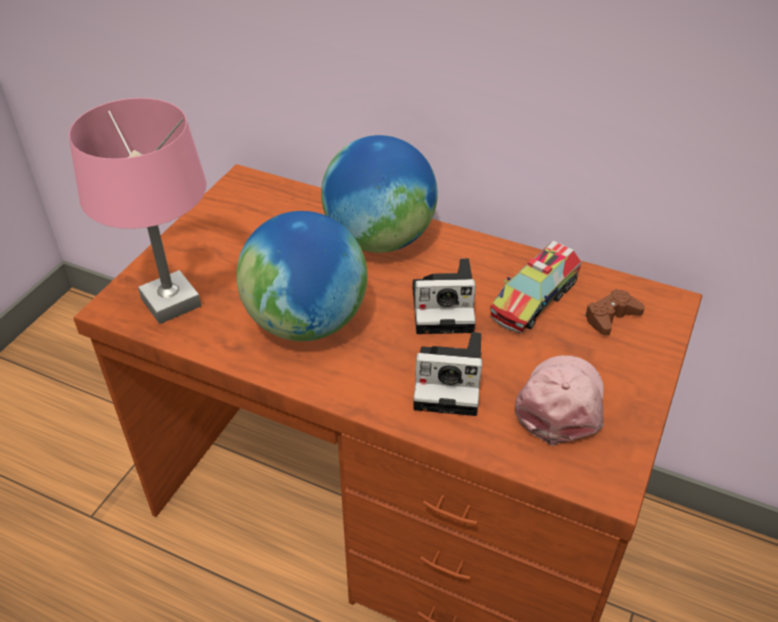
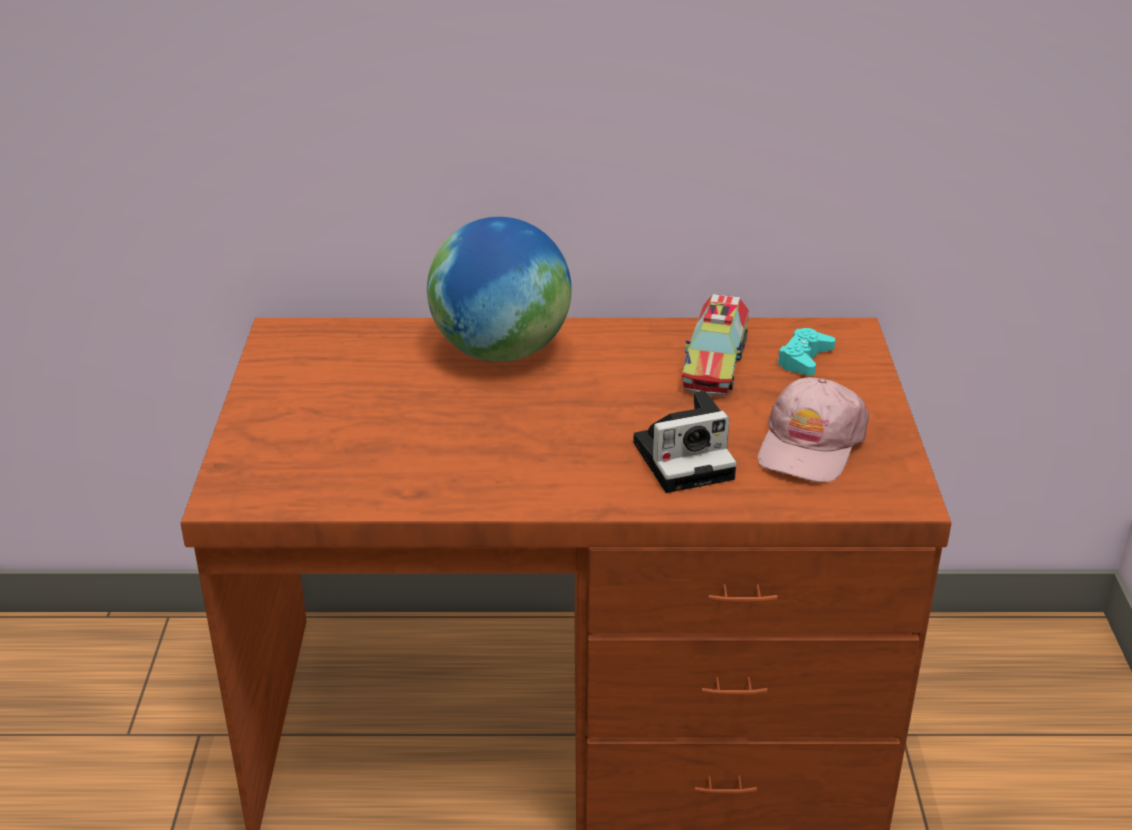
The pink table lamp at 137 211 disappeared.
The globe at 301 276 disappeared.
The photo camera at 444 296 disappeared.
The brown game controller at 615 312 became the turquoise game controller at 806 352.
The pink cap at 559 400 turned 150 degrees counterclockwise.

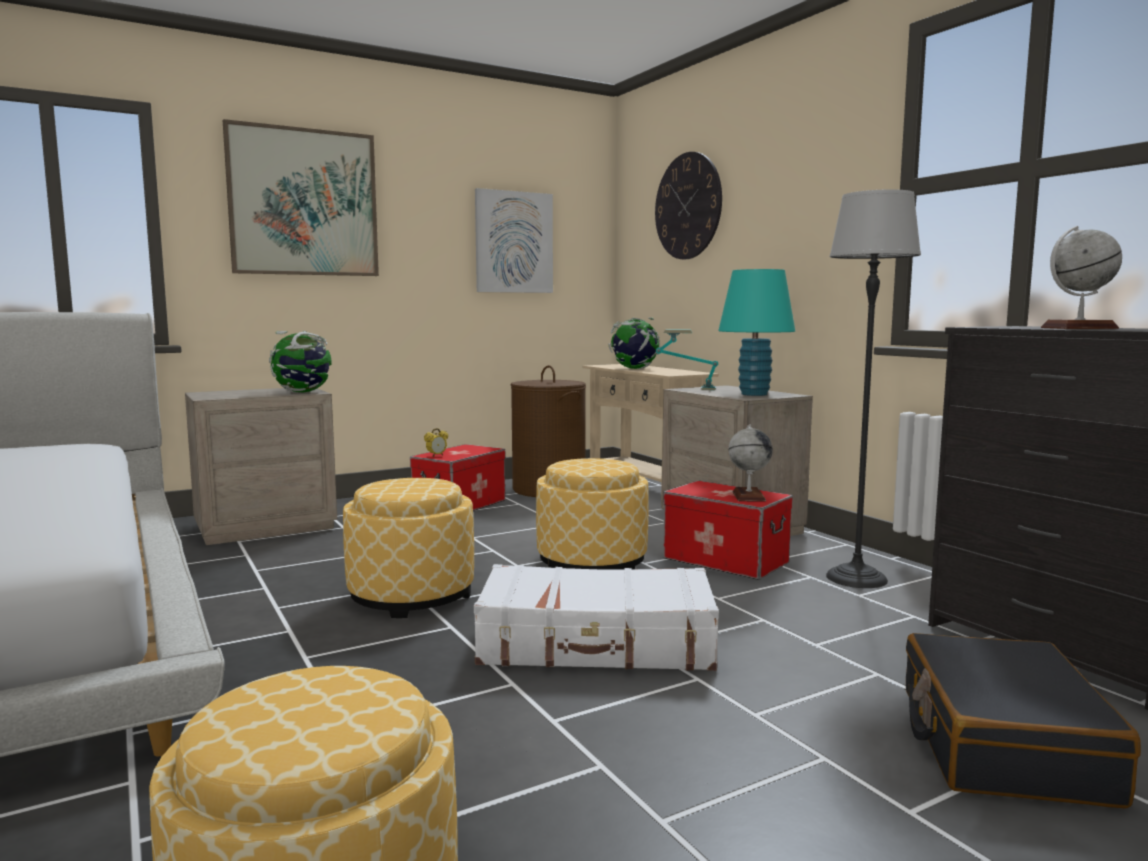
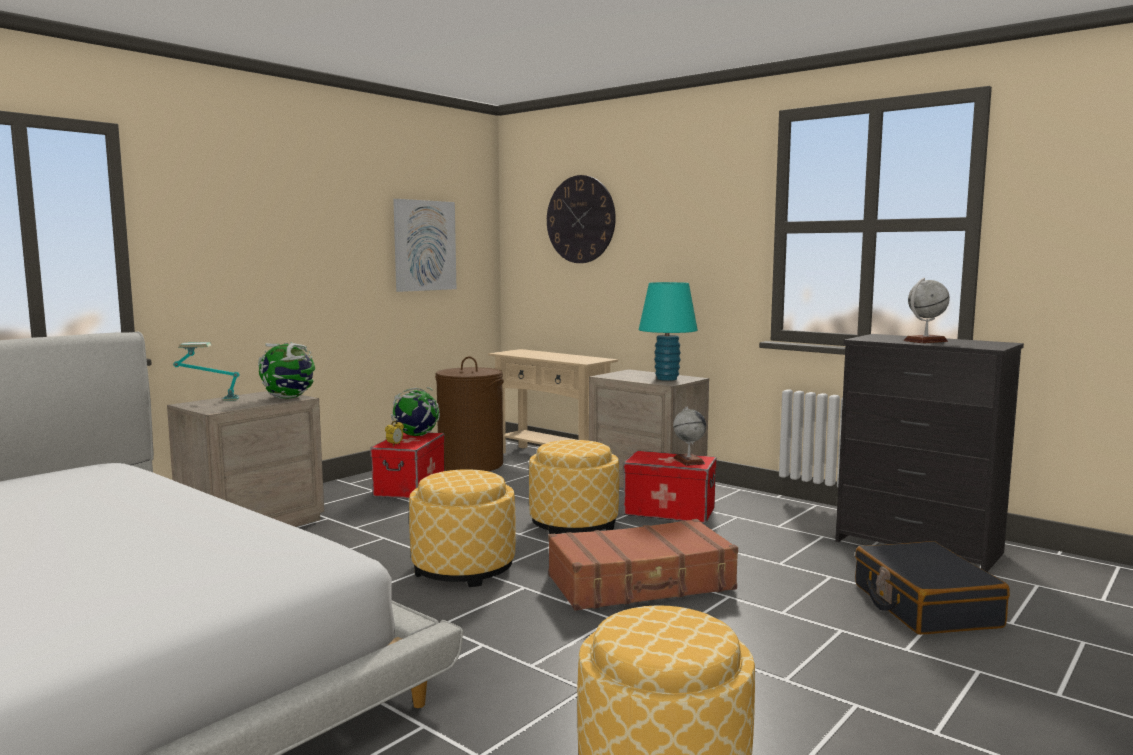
The picture at 301 197 disappeared.
The floor lamp at 873 388 disappeared.
The globe moved from 634 343 to 415 411.
The table lamp moved from 687 359 to 206 371.
The white suitcase at 596 617 became the brown suitcase at 643 565.

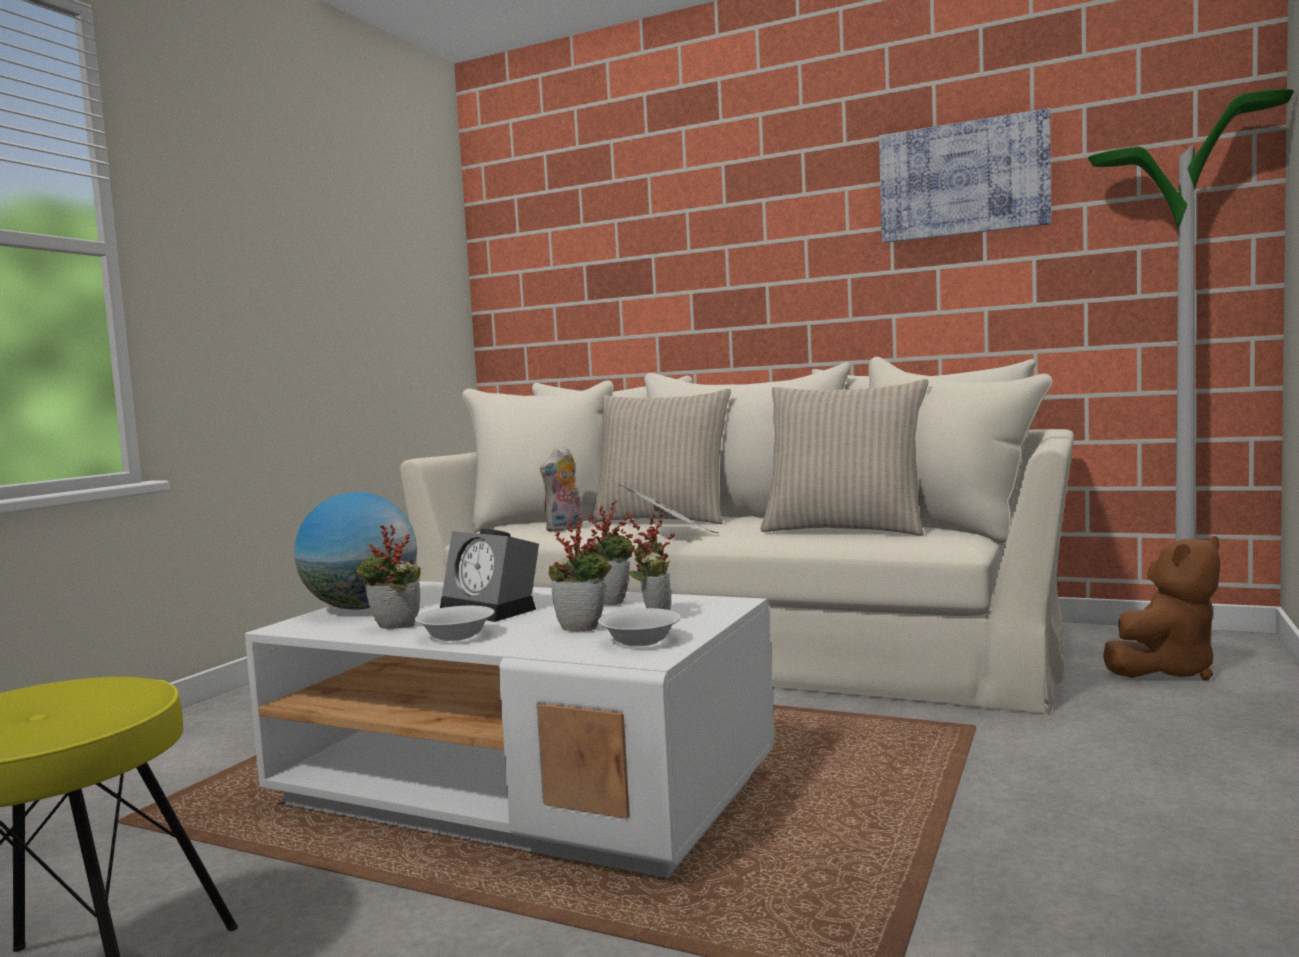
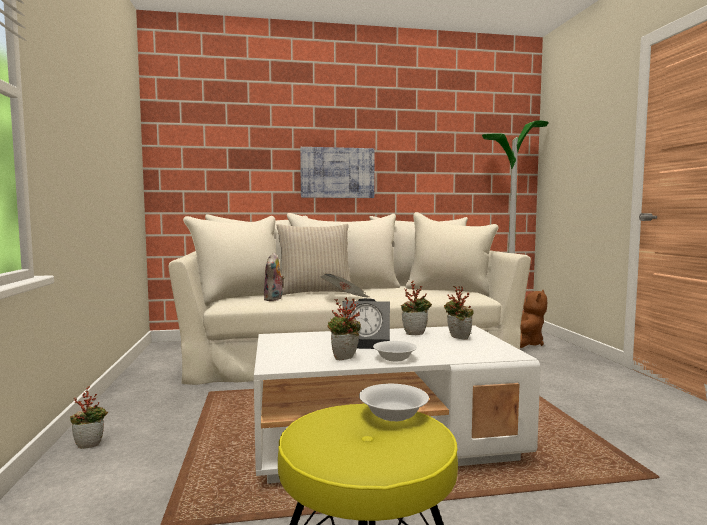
The globe at 355 551 disappeared.
The beige pillow at 844 457 disappeared.
The potted plant moved from 580 572 to 89 417.
The white bowl moved from 639 627 to 394 402.
The picture moved from 965 175 to 337 172.

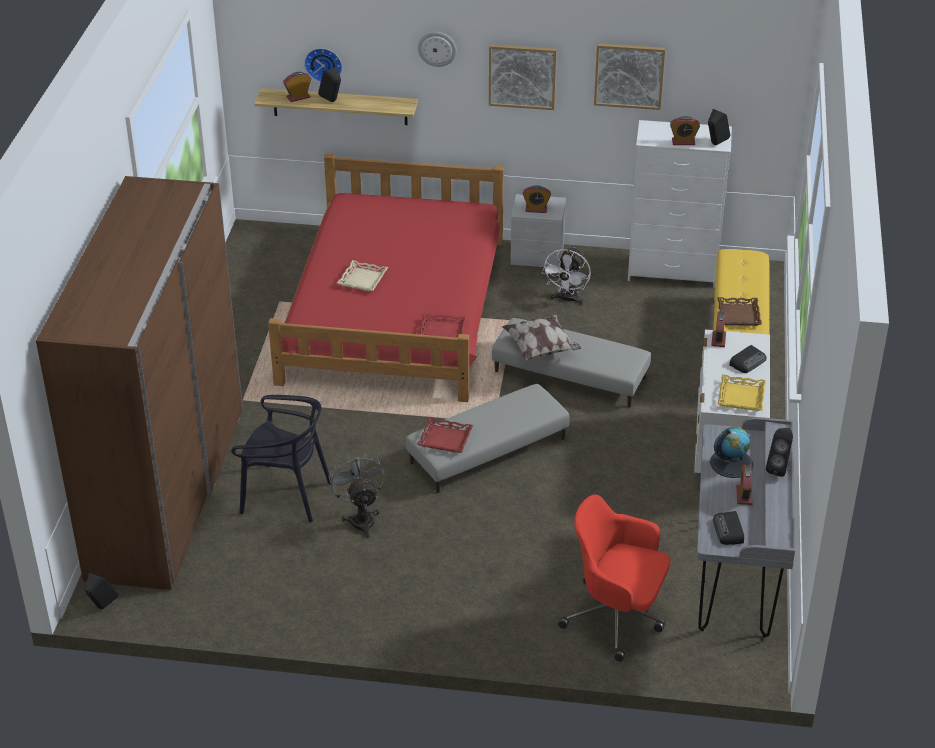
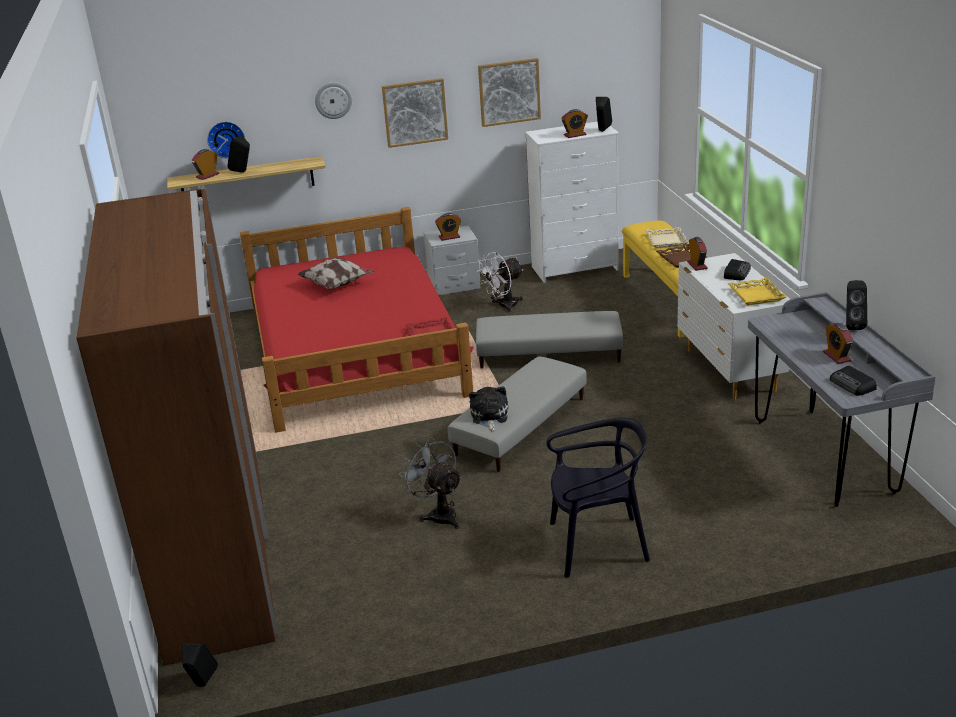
The red office chair at 614 578 disappeared.
The globe at 731 452 disappeared.
The black chair moved from 281 458 to 598 498.
The beige tray moved from 362 276 to 666 237.
The pillow moved from 541 337 to 335 274.
The red tray at 445 435 was replaced by the plush toy at 488 409.
The white fan at 566 276 turned 60 degrees clockwise.

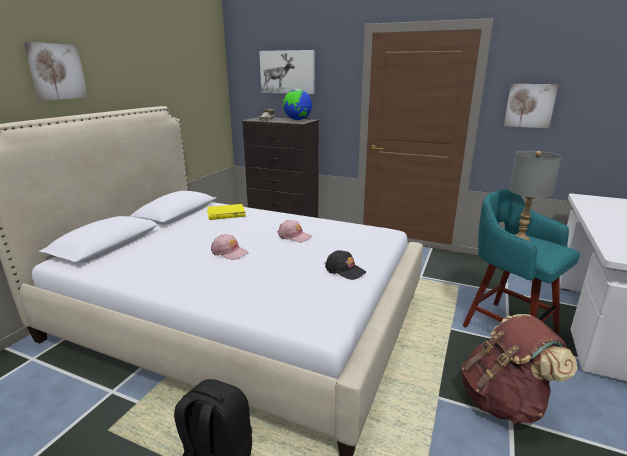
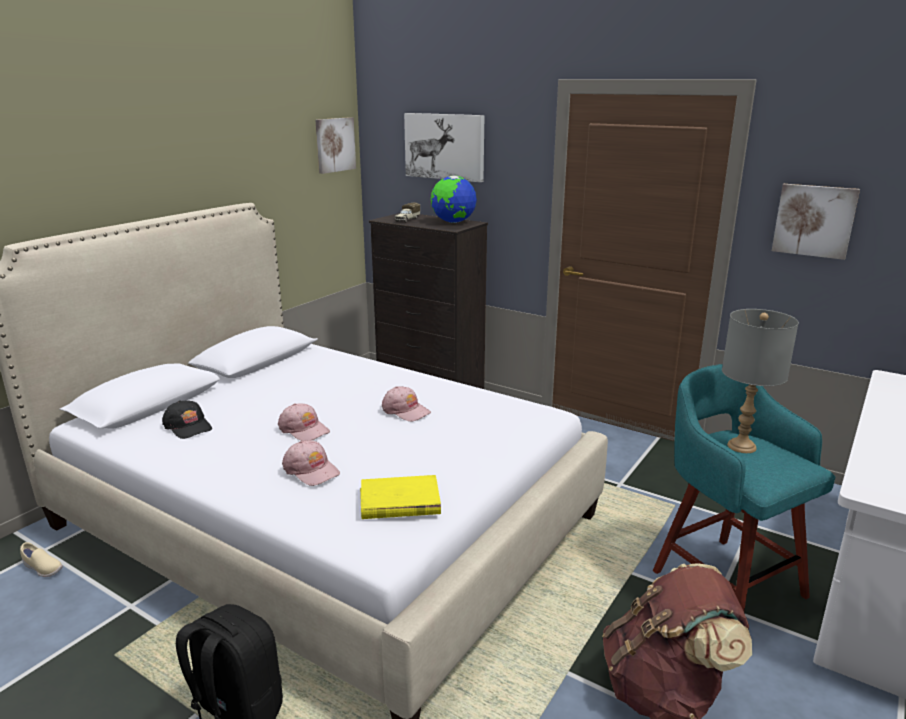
The beige shoe at 41 559 appeared.
The pink cap at 311 463 appeared.
The picture moved from 56 71 to 335 145.
The yellow book moved from 226 212 to 400 497.
The black cap moved from 345 265 to 187 420.

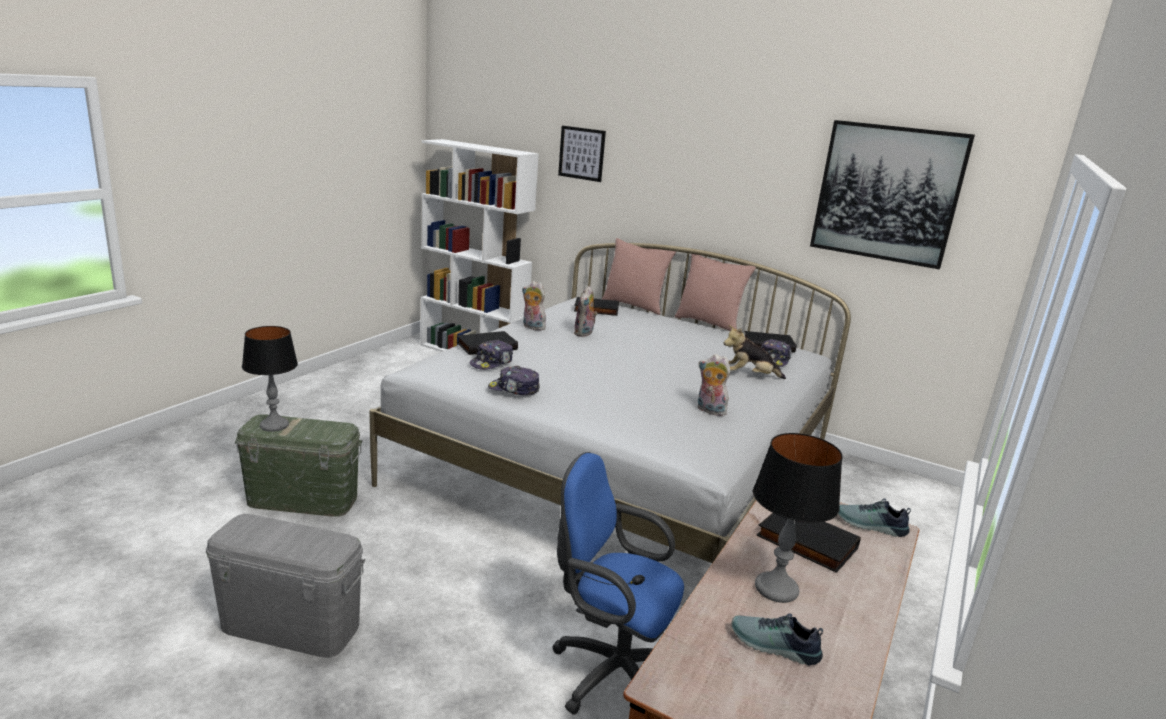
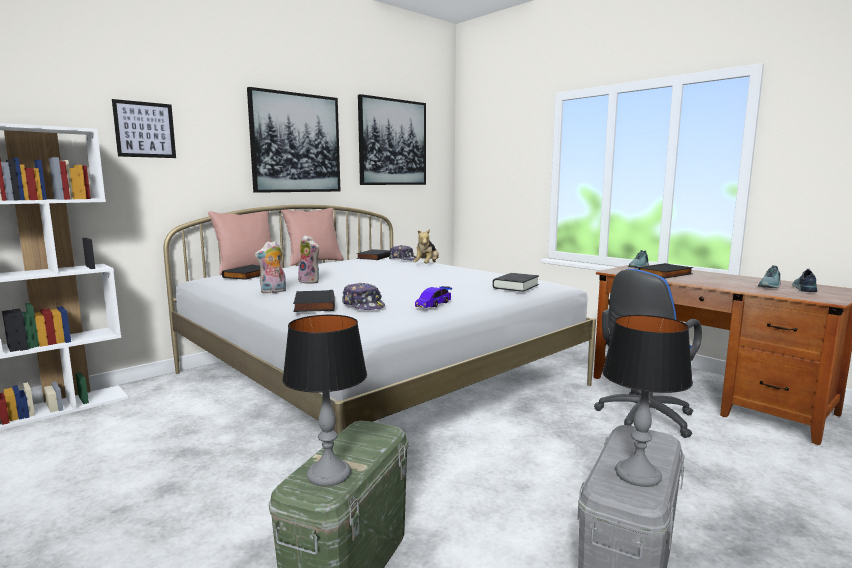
The plush toy at 714 385 disappeared.
The picture at 293 140 appeared.
The black book at 515 282 appeared.
The shoe at 804 280 appeared.
The table lamp moved from 798 518 to 648 401.
The cap at 514 380 was replaced by the toy car at 433 297.

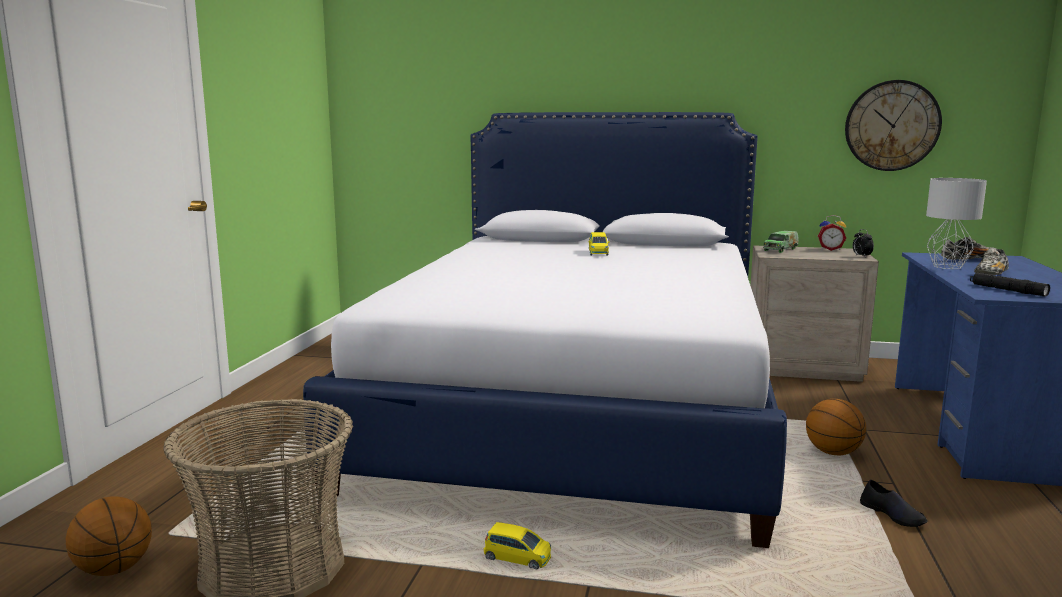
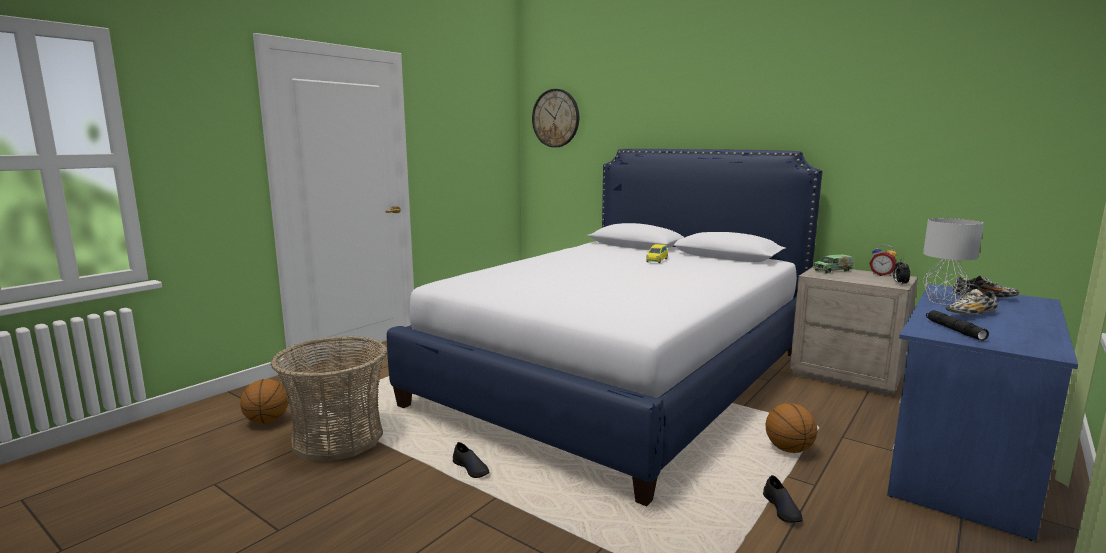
The wall clock moved from 893 125 to 555 118.
The yellow toy car at 517 546 was replaced by the black shoe at 471 460.

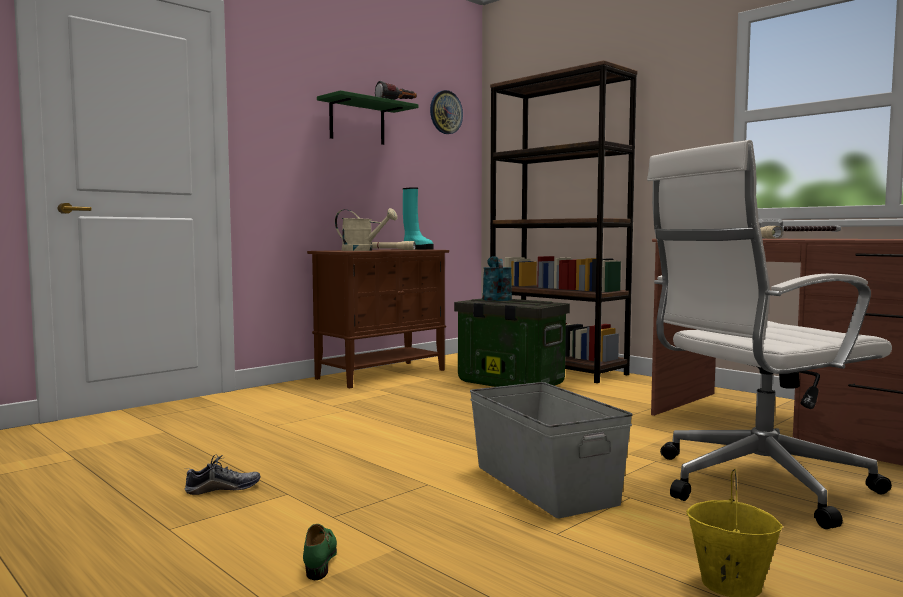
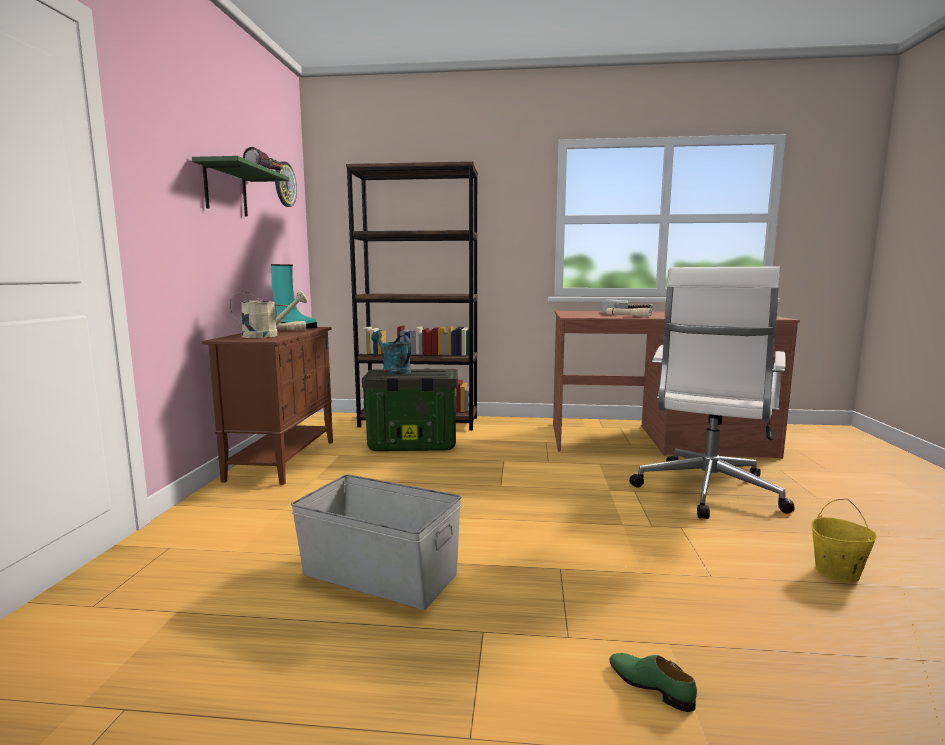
The shoe at 222 474 disappeared.
The grey storage box moved from 551 450 to 376 542.

